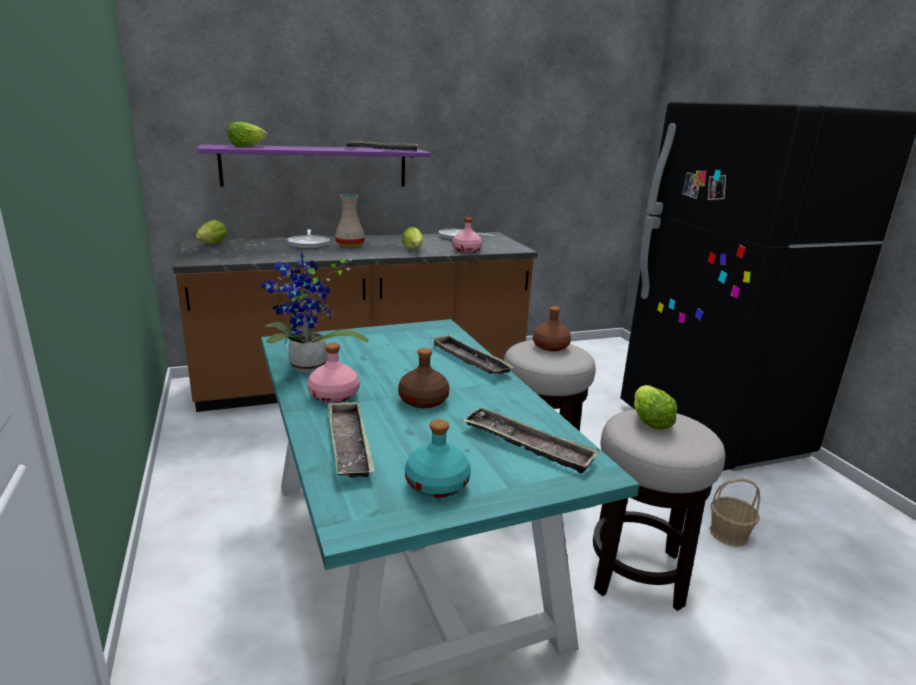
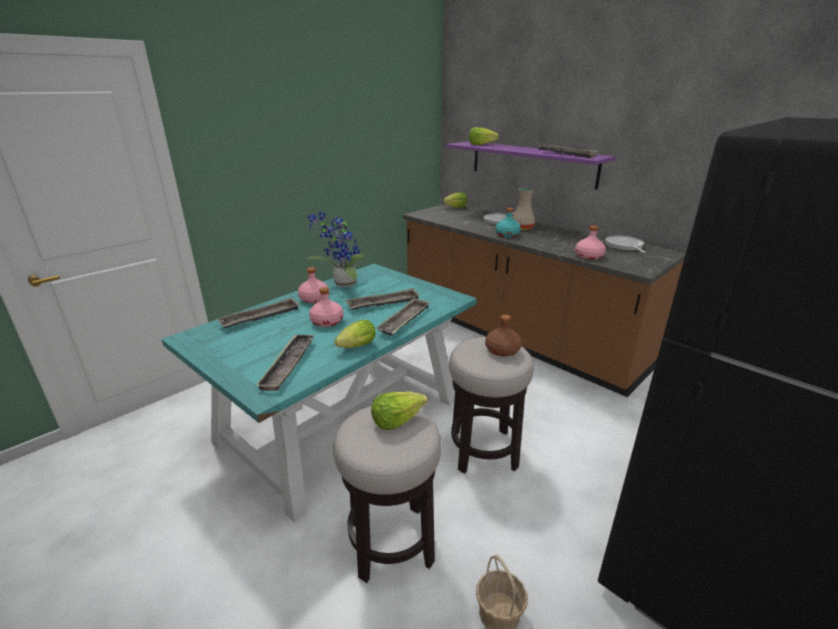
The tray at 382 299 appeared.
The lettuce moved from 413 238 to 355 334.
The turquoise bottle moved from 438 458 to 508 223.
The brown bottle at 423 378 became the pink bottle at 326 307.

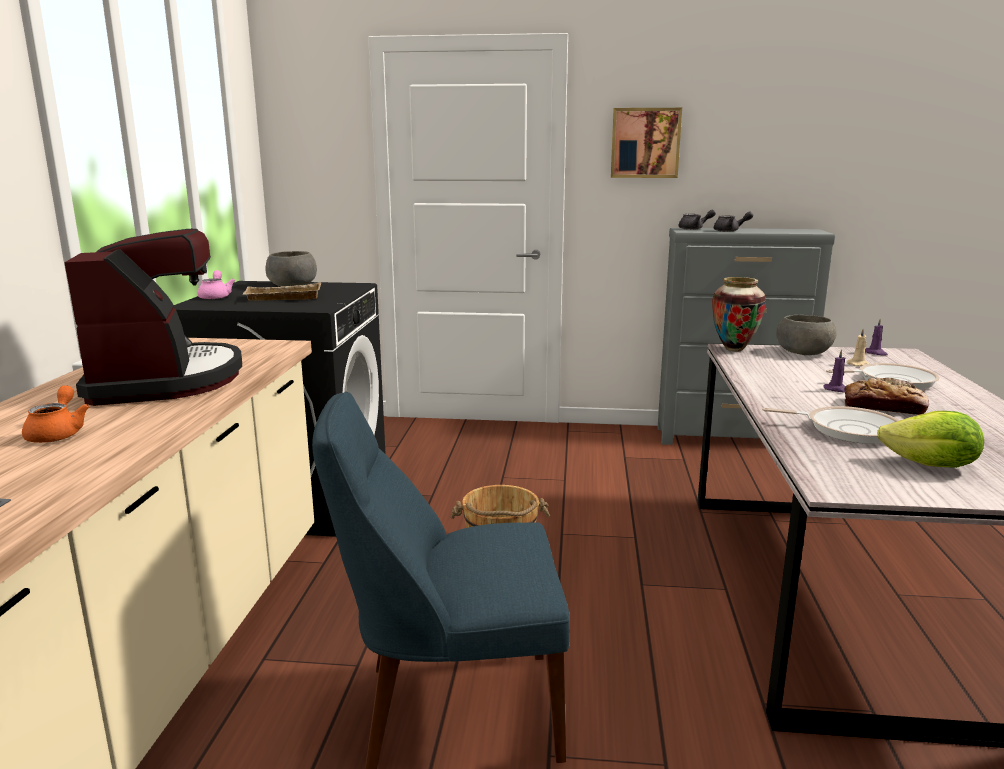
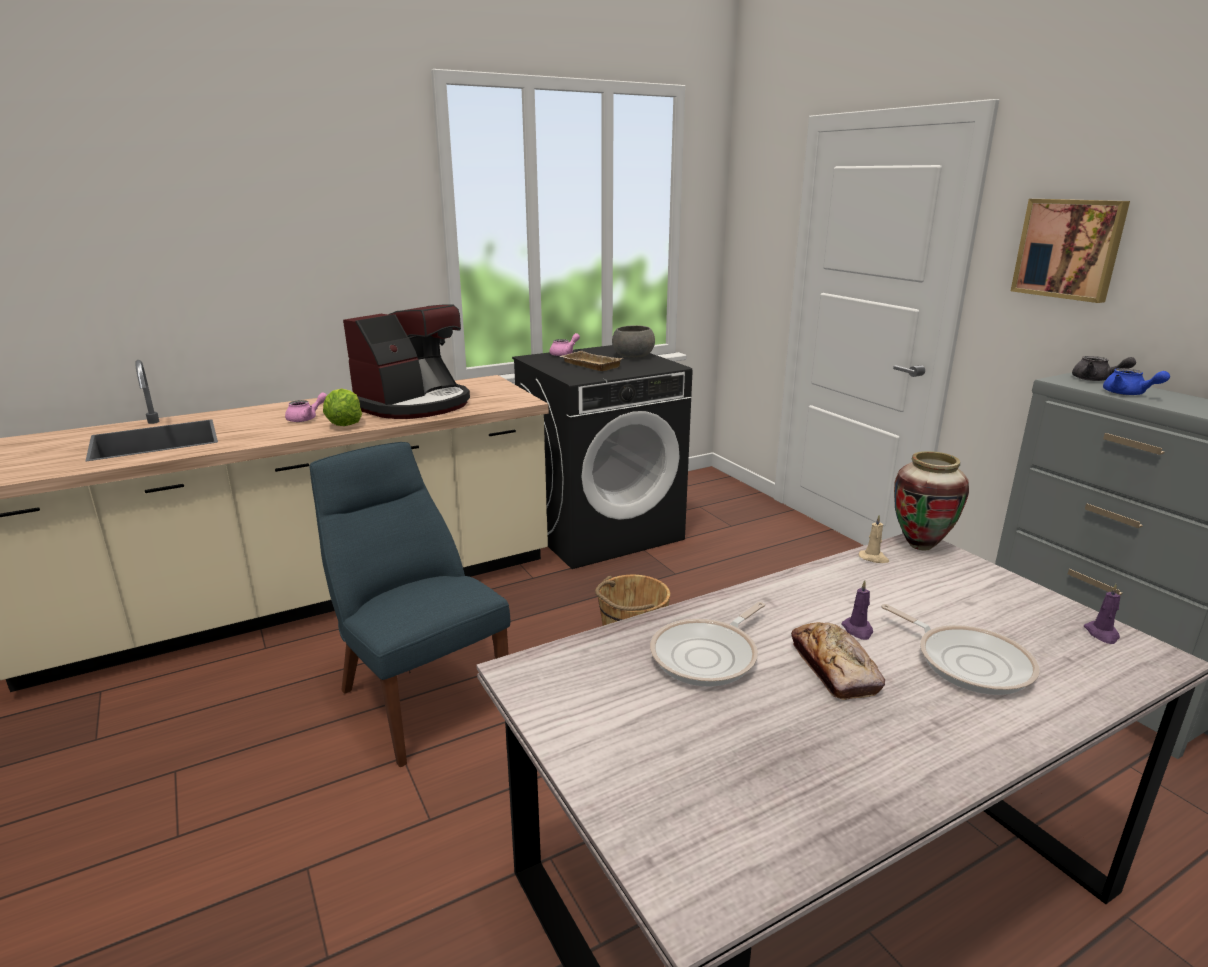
The grey bowl at 806 335 disappeared.
The beige candle moved from 858 347 to 874 539.
The lettuce moved from 930 439 to 342 407.
The orange teapot at 56 414 became the pink teapot at 306 407.
The grey teapot at 733 222 became the blue teapot at 1136 381.
The frying pan at 831 425 turned 60 degrees clockwise.

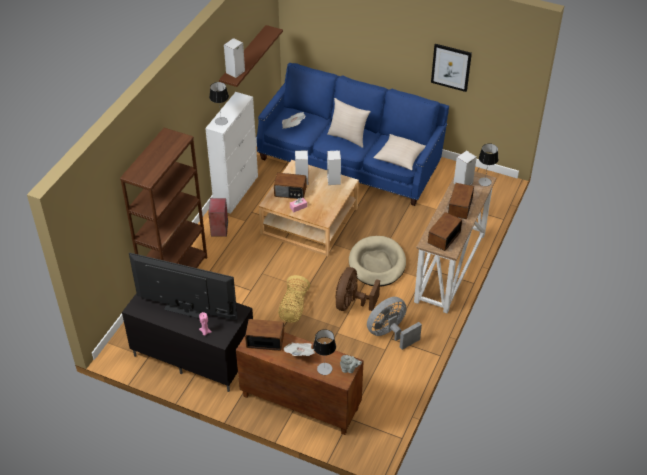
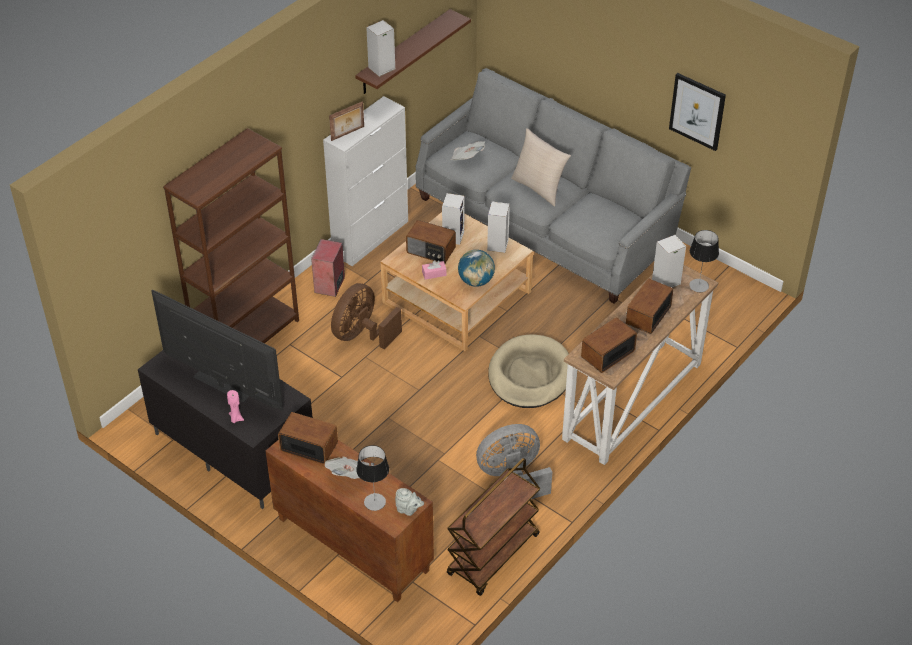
The basket at 294 299 disappeared.
The beige pillow at 399 152 disappeared.
The brown cart at 493 527 appeared.
The globe at 476 268 appeared.
The brown fan moved from 358 289 to 366 316.
The table lamp at 219 103 was replaced by the picture frame at 346 121.
The blue sofa at 352 134 became the grey sofa at 553 186.

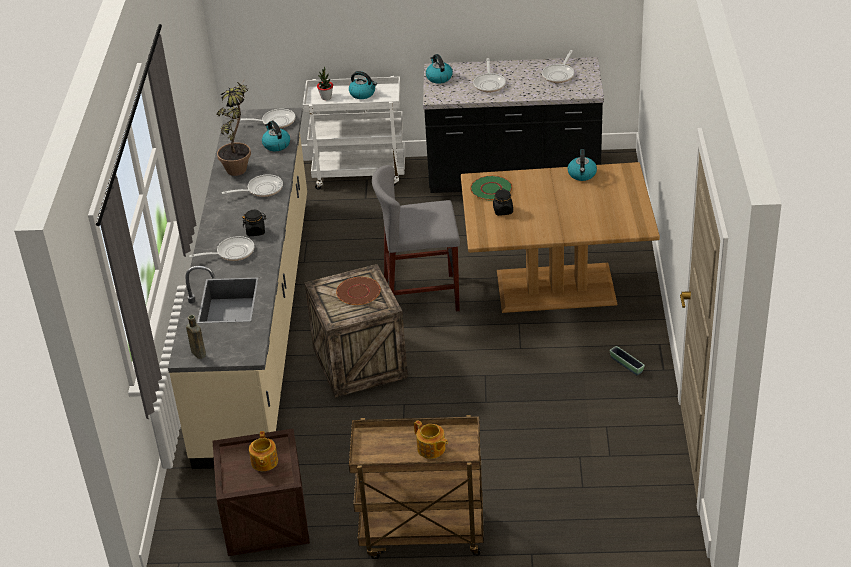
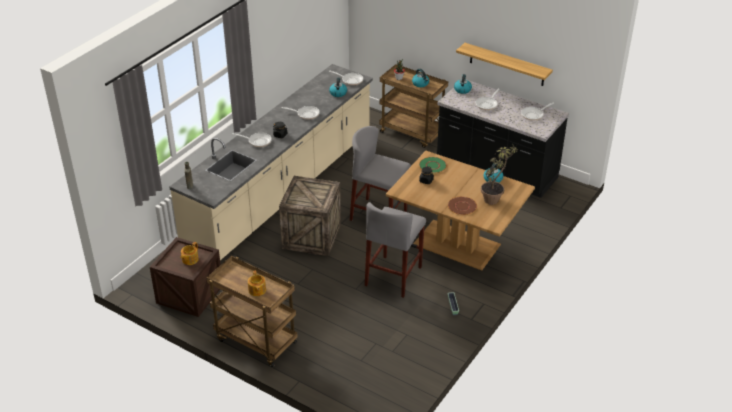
The grey stool at 395 250 appeared.
The shelf at 504 64 appeared.
The potted plant moved from 233 127 to 499 174.
The brown plate moved from 358 291 to 462 205.
The white cart at 354 132 became the brown cart at 413 106.

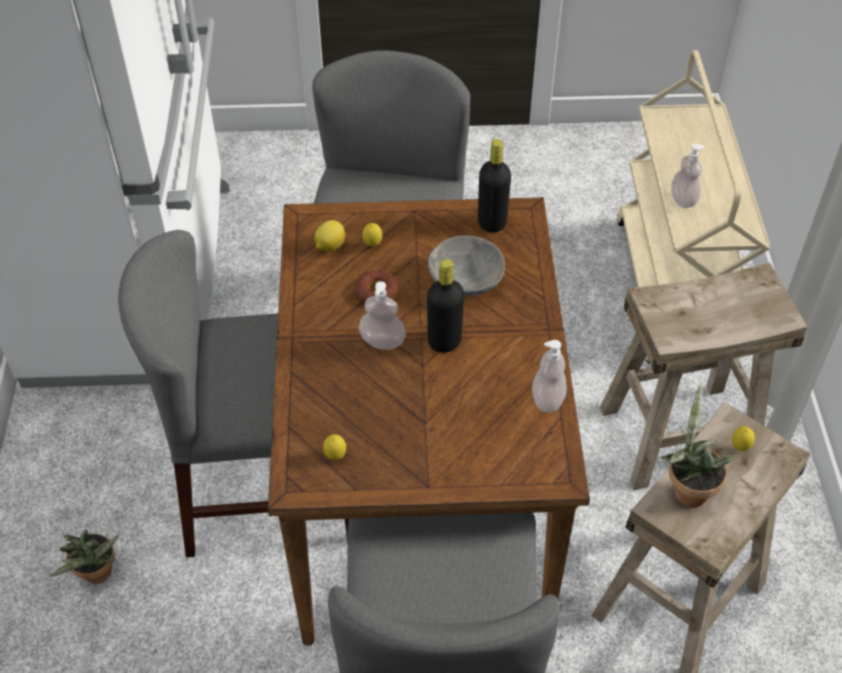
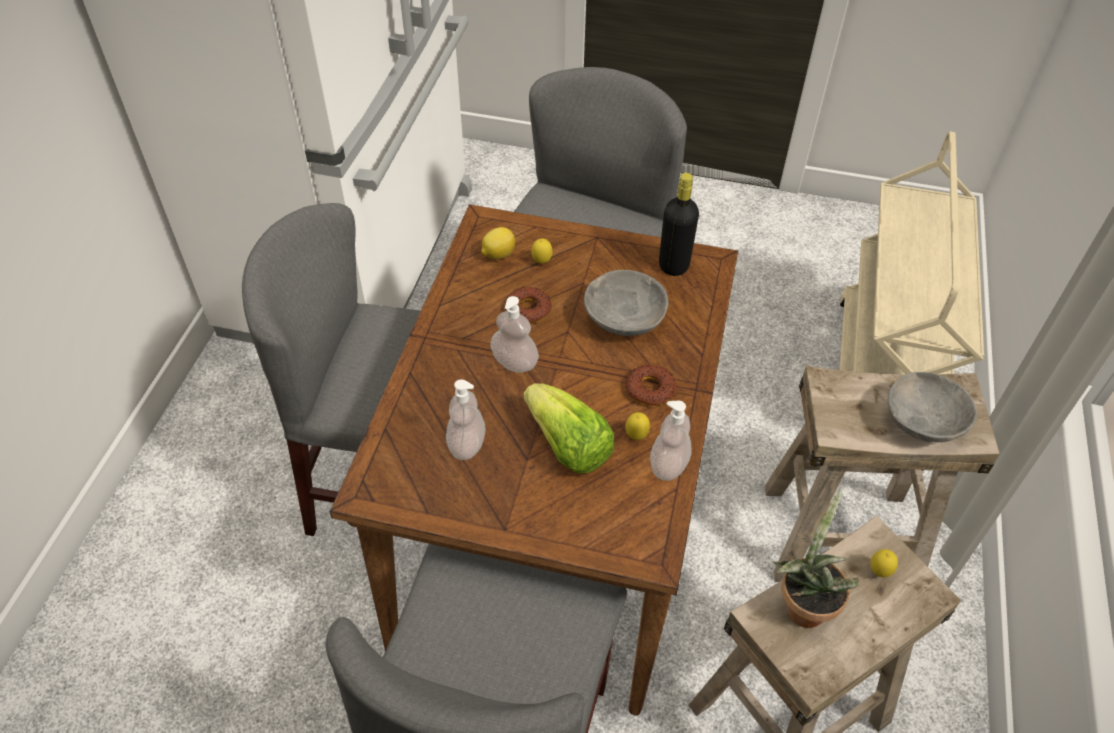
The potted plant at 84 556 disappeared.
The black bottle at 445 306 disappeared.
The lettuce at 569 428 appeared.
The donut at 651 385 appeared.
The grey bowl at 932 407 appeared.
The lemon moved from 334 447 to 637 426.
The soap dispenser moved from 688 176 to 466 419.

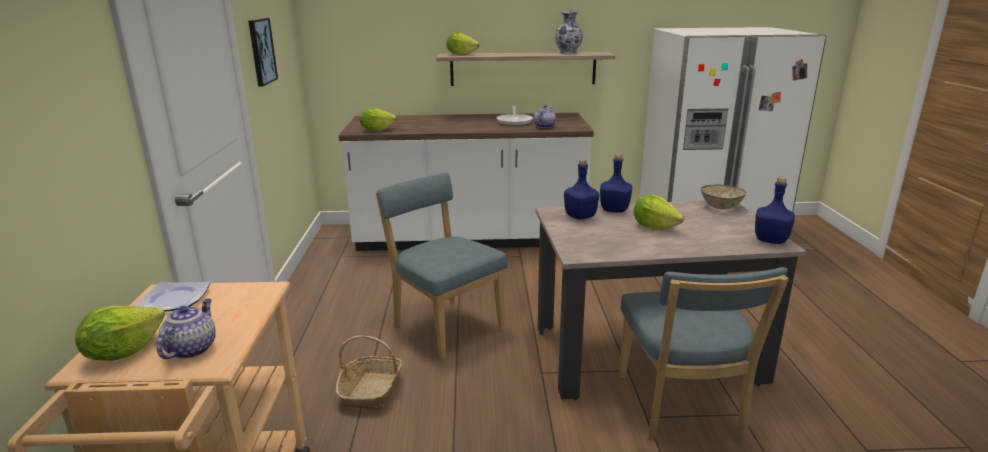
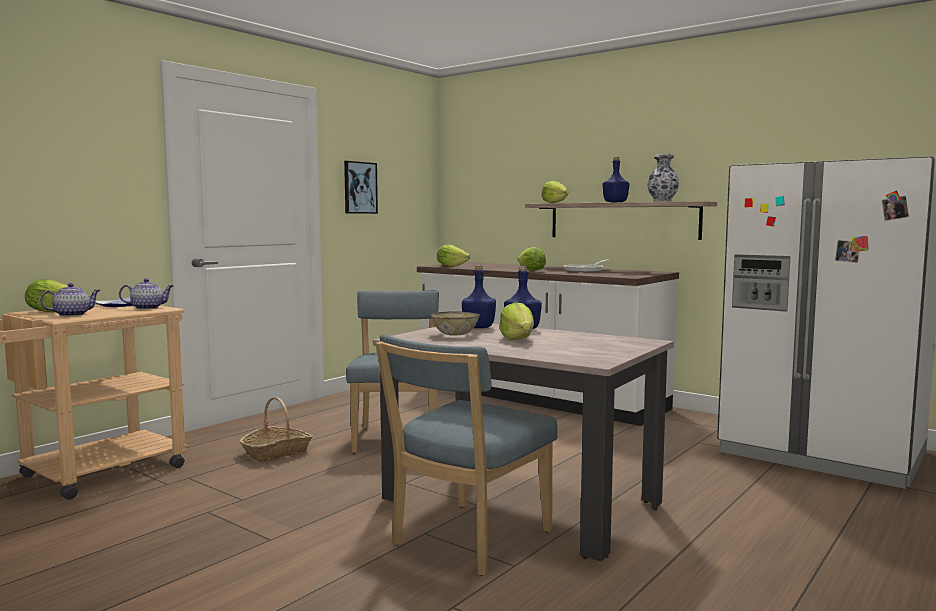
The lettuce at 531 259 appeared.
The teapot moved from 545 116 to 146 293.
The bowl moved from 723 196 to 455 323.
The blue bottle moved from 775 210 to 615 179.

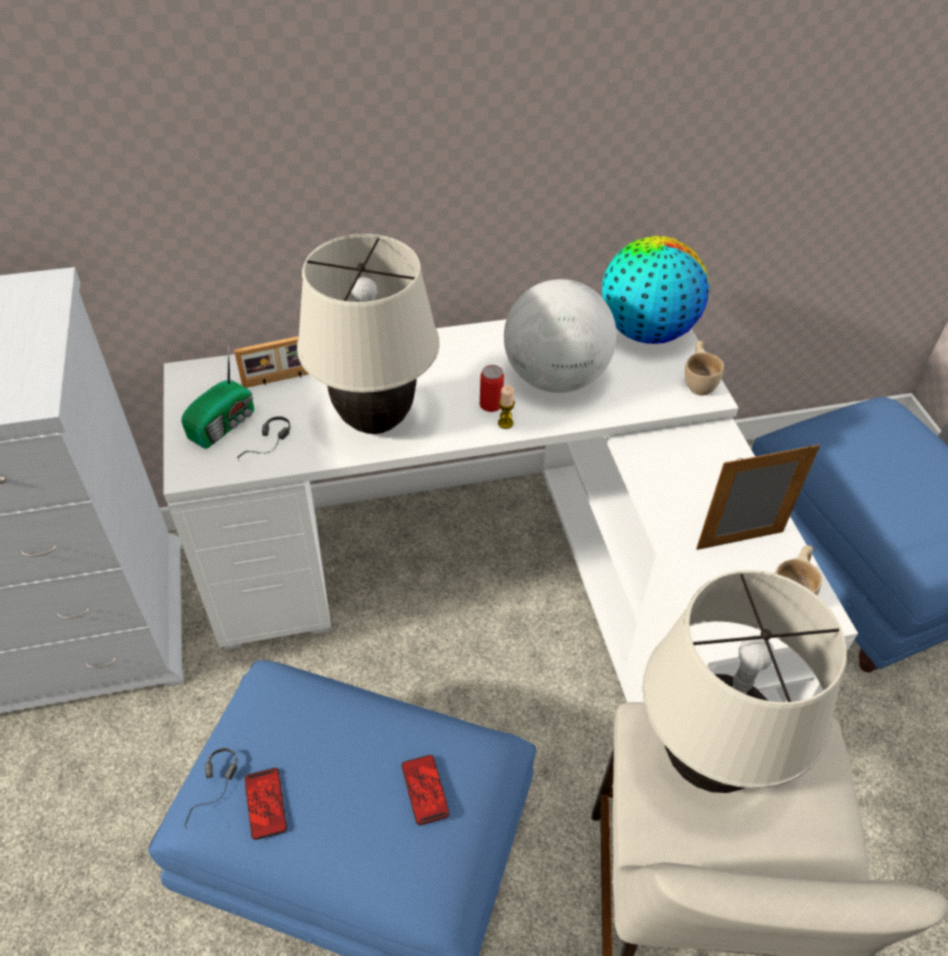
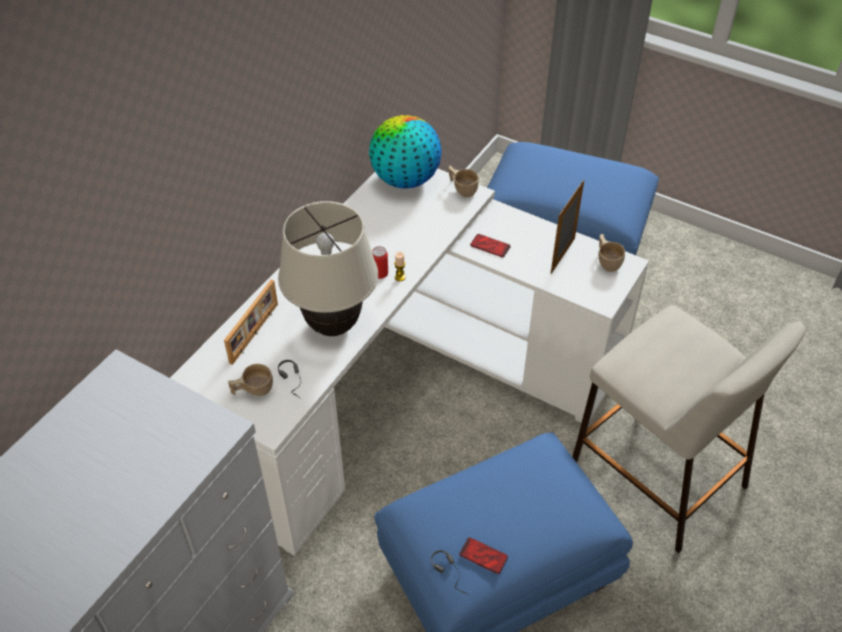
The globe at 560 336 disappeared.
The beige table lamp at 745 681 disappeared.
The phone moved from 426 790 to 490 245.
The radio at 218 397 was replaced by the beige cup at 250 380.

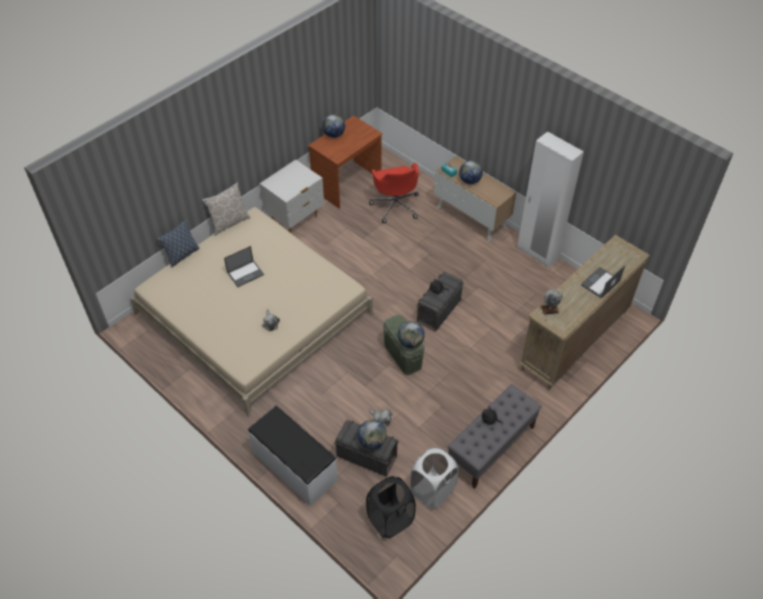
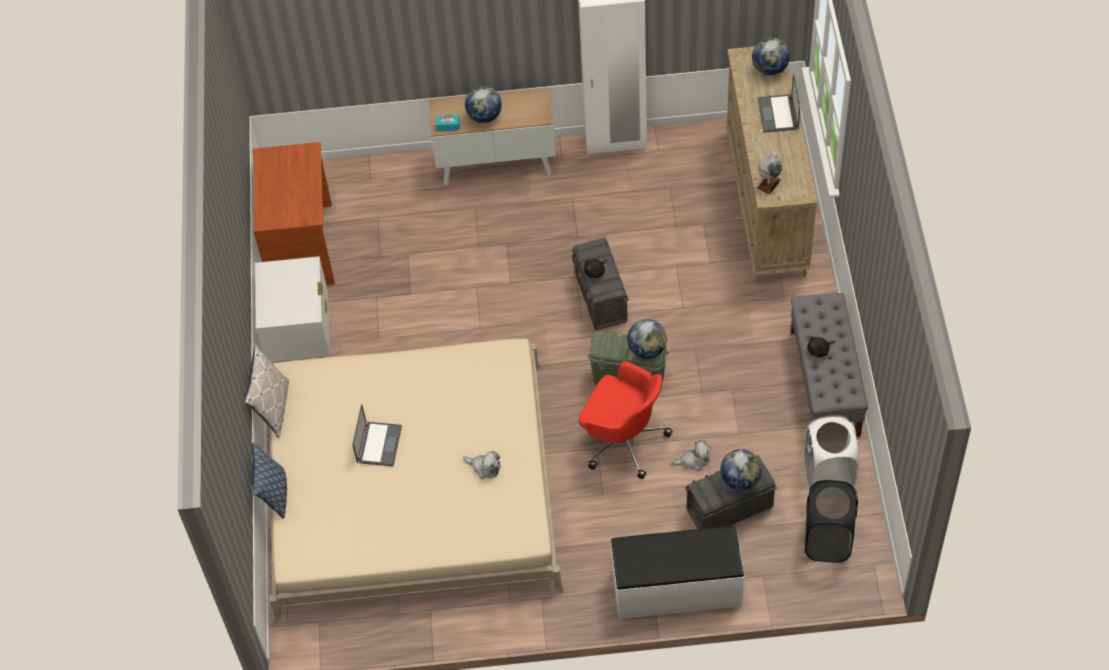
The globe moved from 333 126 to 771 56.
The red office chair moved from 394 193 to 626 420.

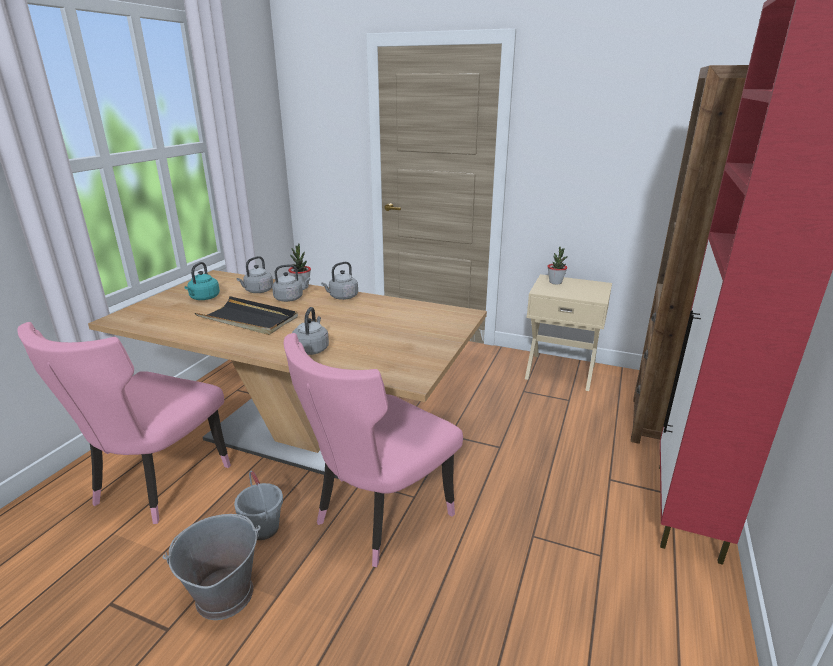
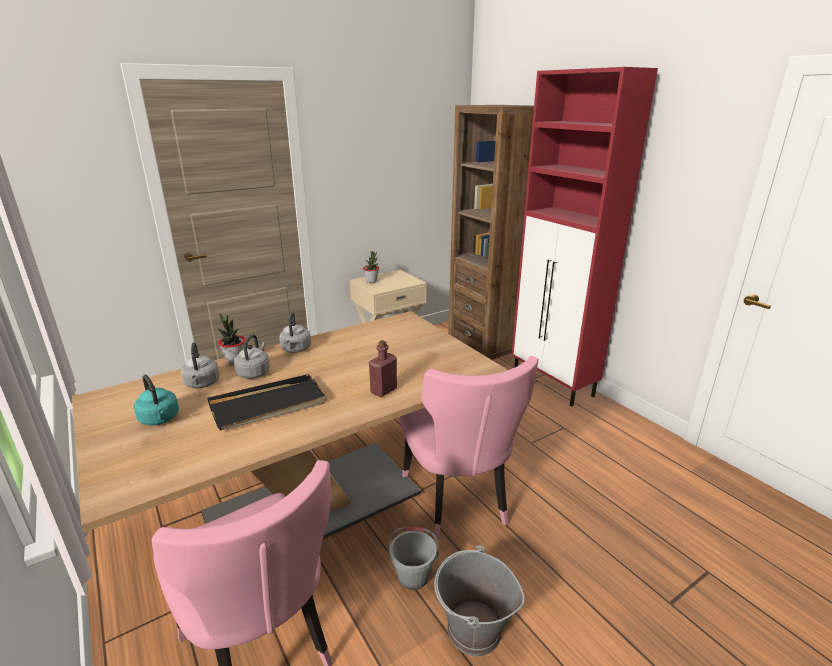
The grey kettle at 310 331 was replaced by the red bottle at 383 368.

